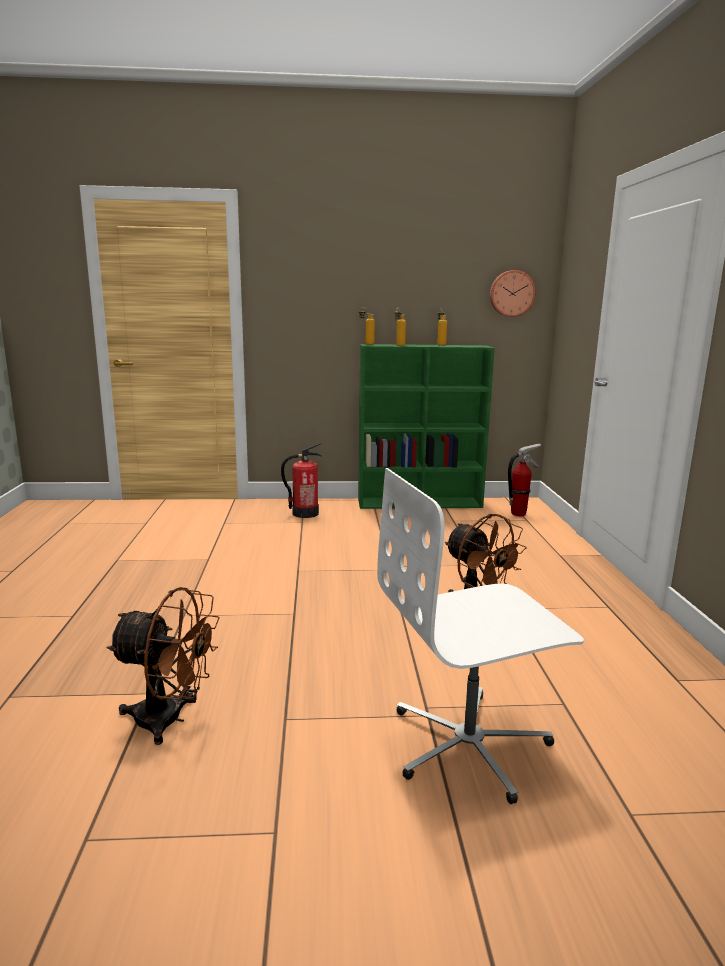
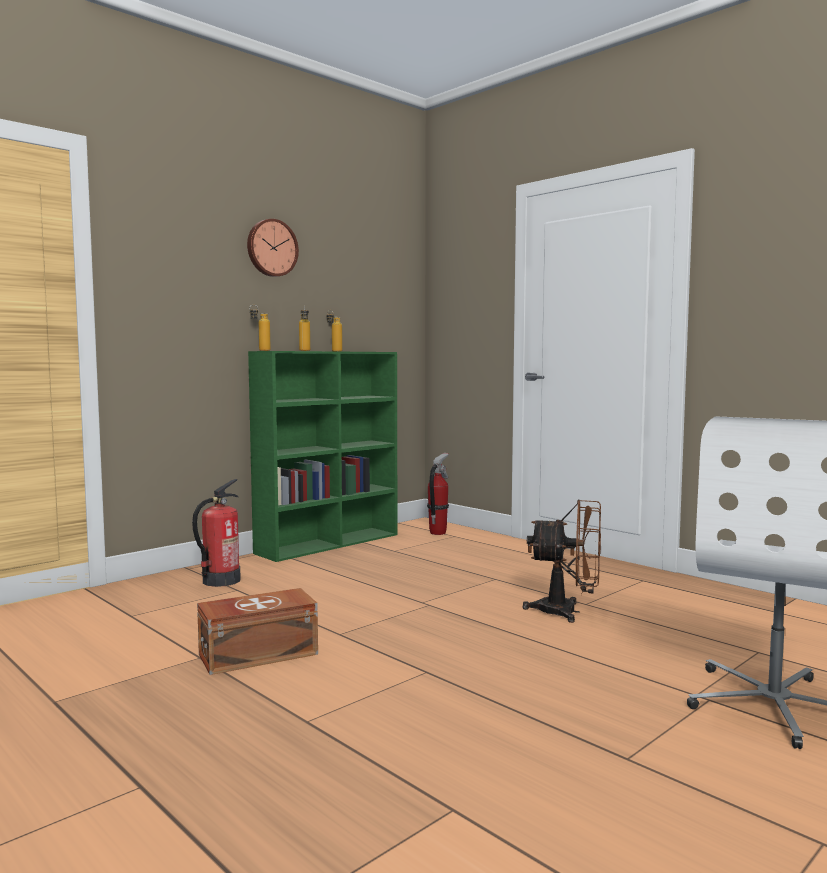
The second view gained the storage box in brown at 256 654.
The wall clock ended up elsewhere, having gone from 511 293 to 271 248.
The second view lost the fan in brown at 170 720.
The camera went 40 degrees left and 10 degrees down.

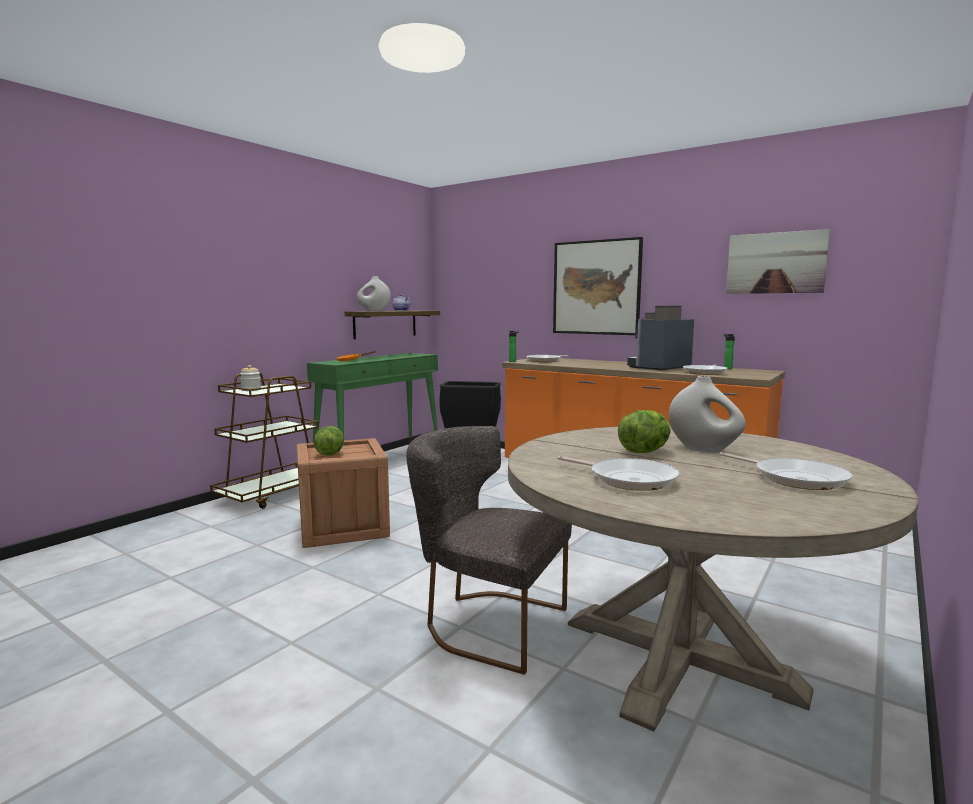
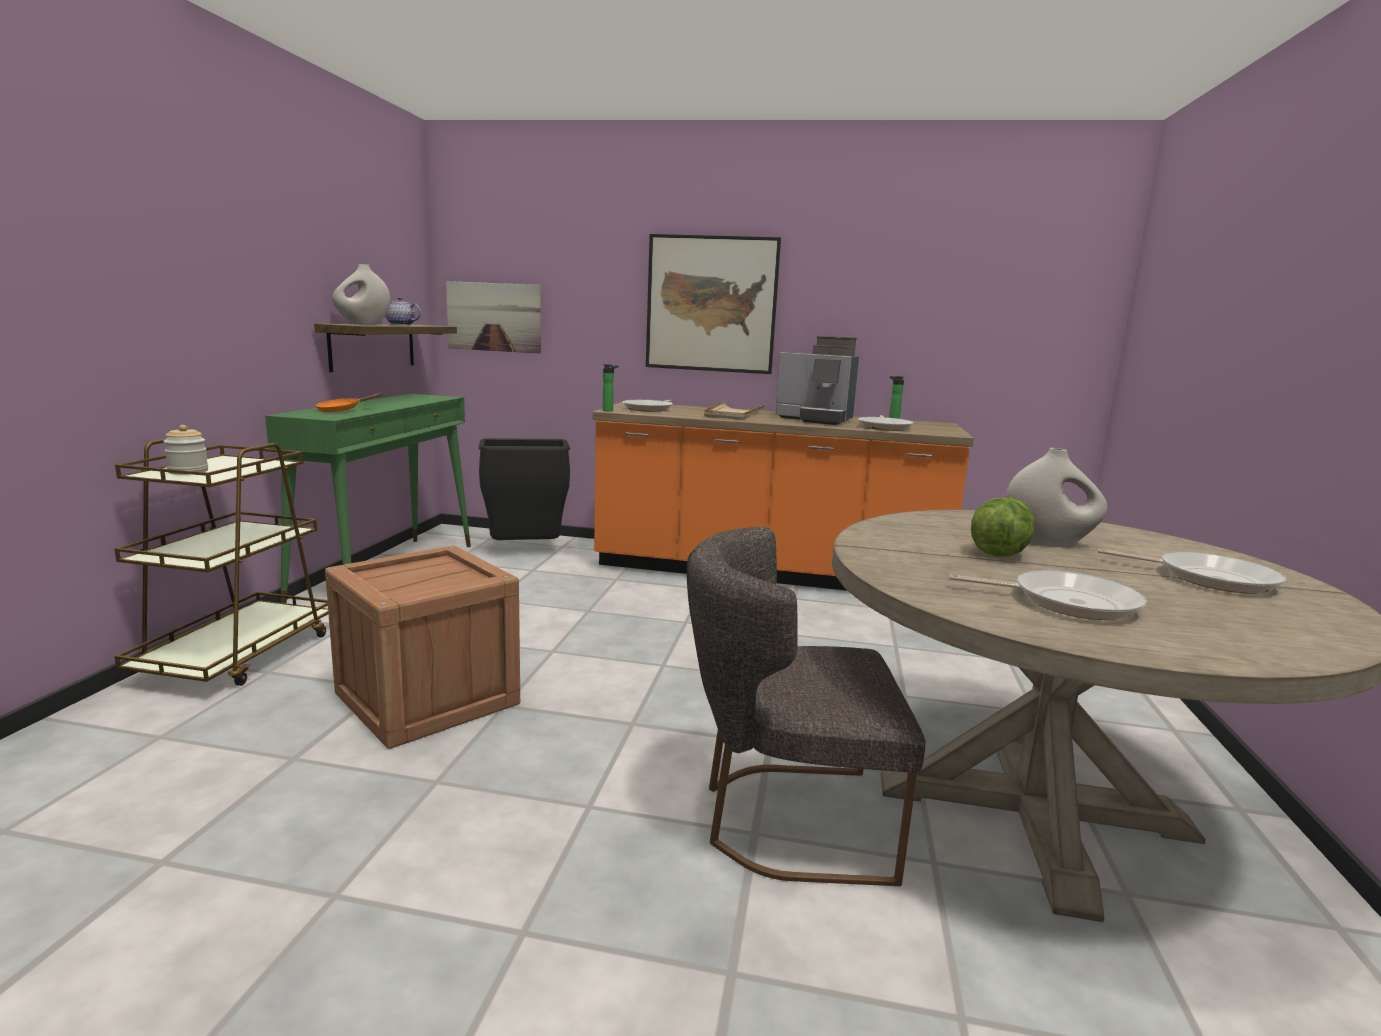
The picture ended up elsewhere, having gone from 775 263 to 494 317.
The second view gained the tray in beige at 734 414.
The coffee machine at 659 367 ended up facing another way, 90 degrees counterclockwise from before.
The second view lost the lettuce at 329 454.
The camera went 25 degrees left and 5 degrees up.

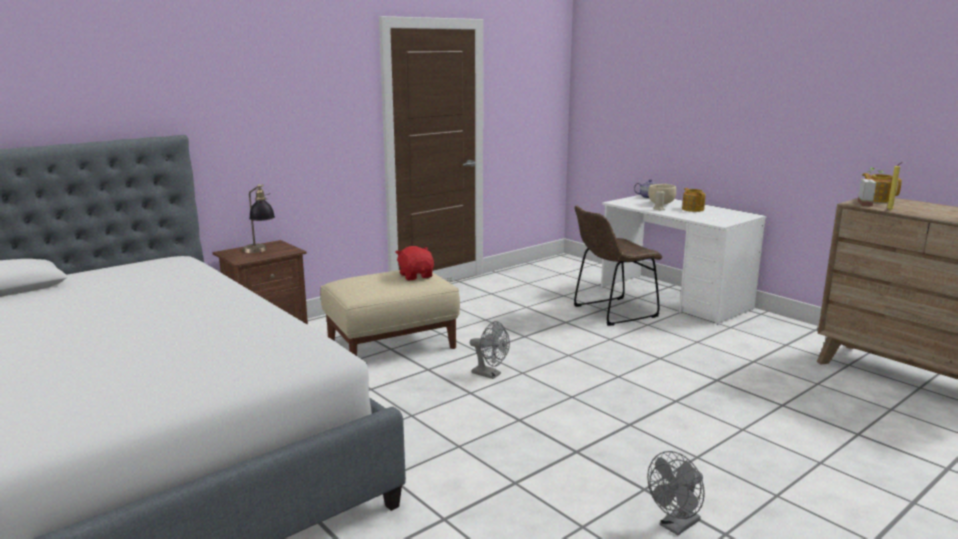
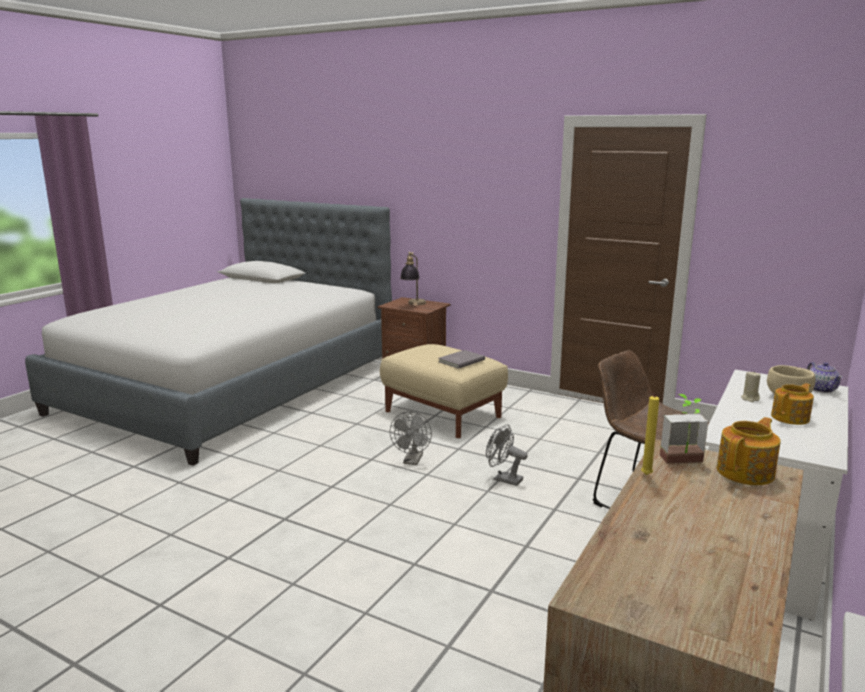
Where the plush toy in red stood at 416 276, the book in grey came to stand at 460 360.
The fan in grey ended up elsewhere, having gone from 676 526 to 503 479.
The camera went 70 degrees right and 0 degrees up.

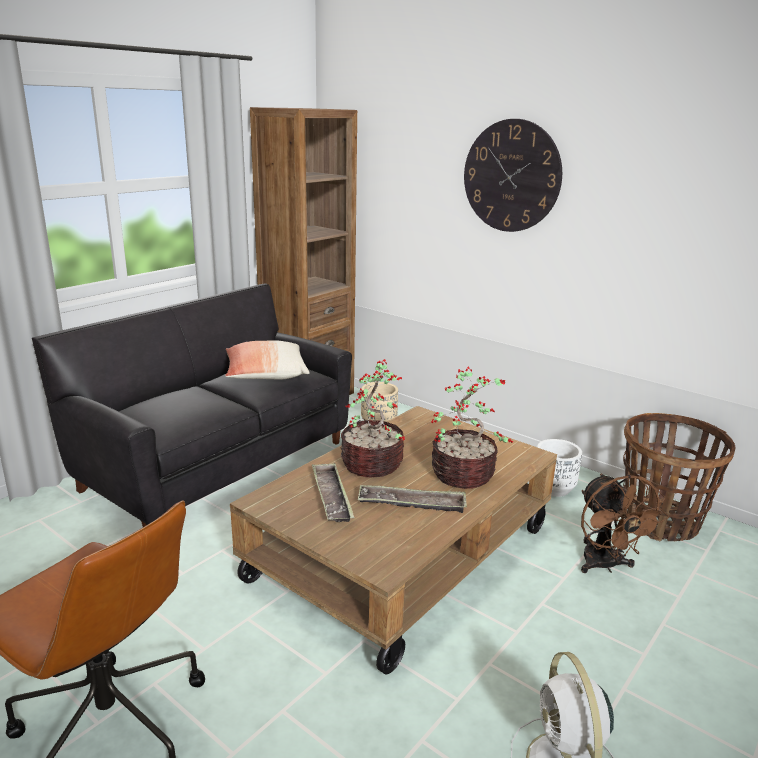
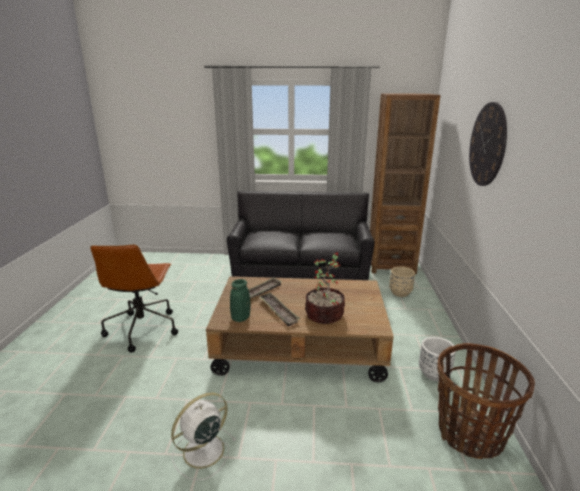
The second view gained the vase in green at 240 318.
The second view lost the pillow at 265 374.
The second view lost the potted plant at 373 465.
The second view lost the fan in brown at 605 566.
The camera went 55 degrees right and 0 degrees up.

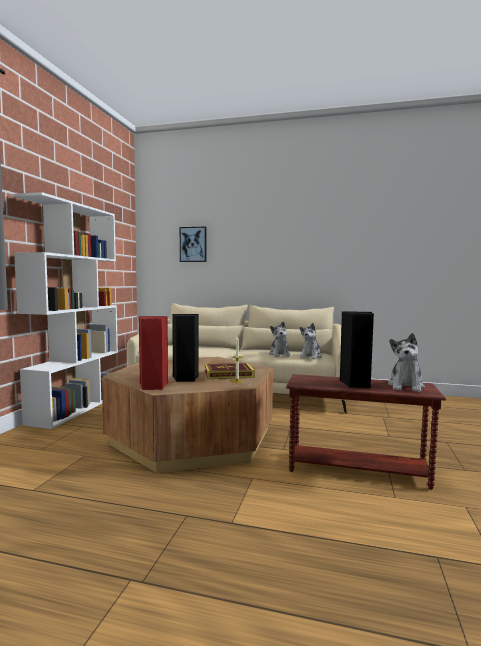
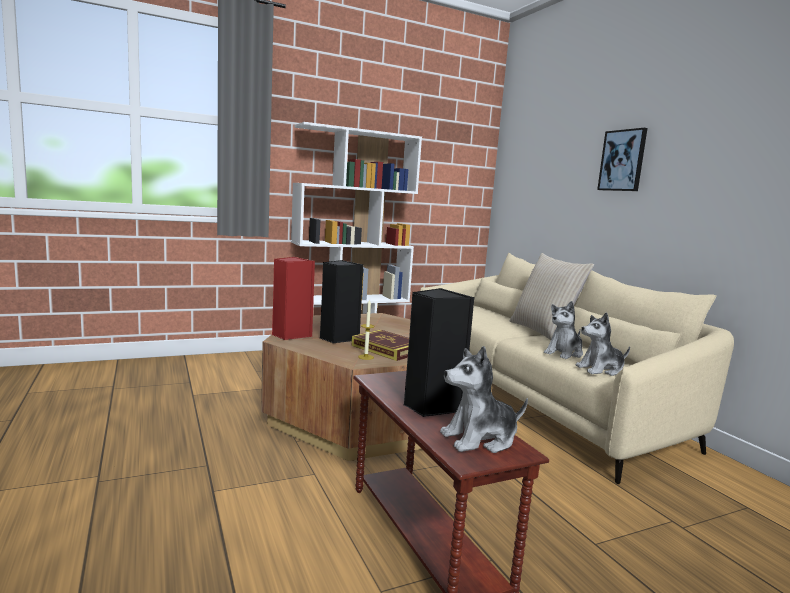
The second view gained the pillow in beige at 543 332.
The picture ended up elsewhere, having gone from 193 244 to 622 160.
The camera went 50 degrees right and 5 degrees up.

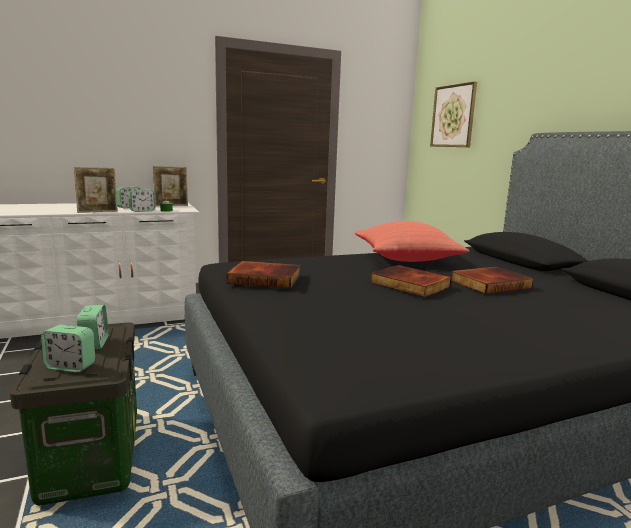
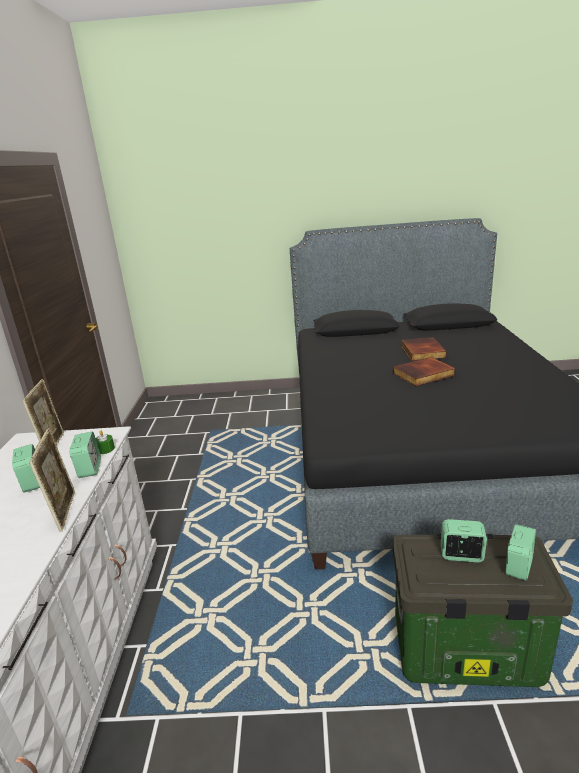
The second view lost the book at 265 278.
The second view lost the pillow in red at 407 260.
The second view lost the picture at 453 116.
The camera went 65 degrees left and 10 degrees up.

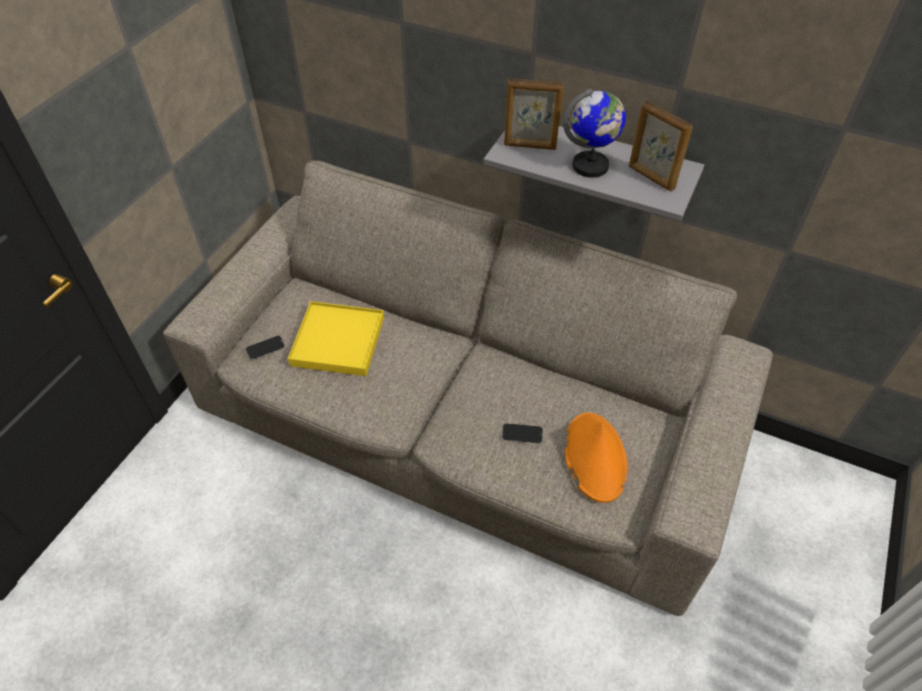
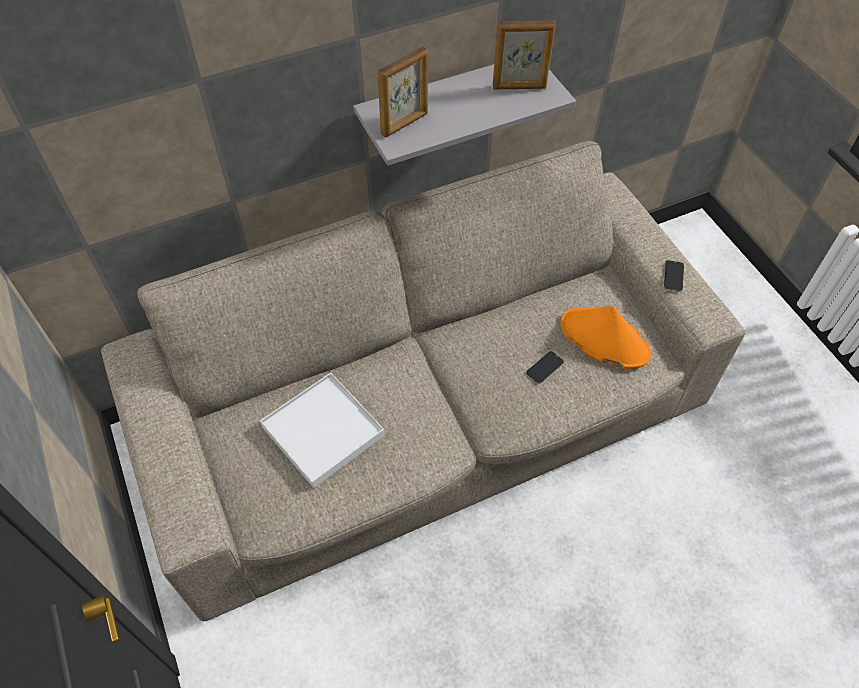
What was the tray in yellow at 338 341 turned into the tray in white at 322 431.
The phone ended up elsewhere, having gone from 265 348 to 673 276.
The second view lost the globe at 590 166.
The camera went 50 degrees left and 5 degrees up.

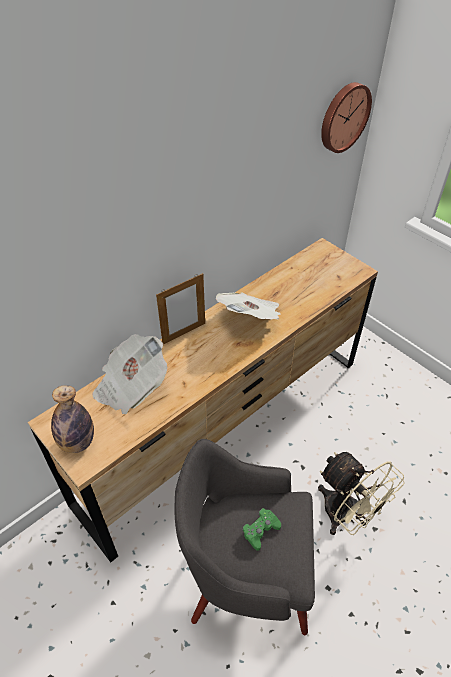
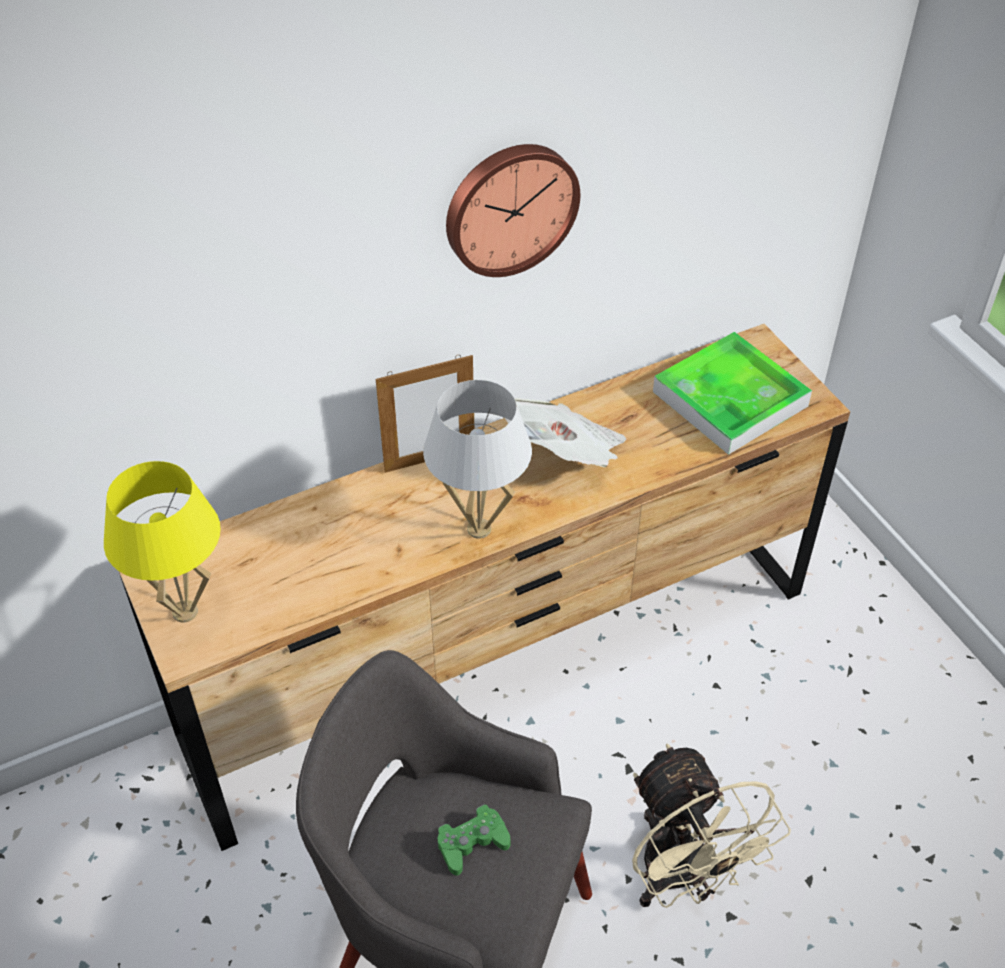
Where the bottle stood at 77 442, the table lamp in yellow came to stand at 185 611.
The second view gained the table lamp in white at 478 529.
The wall clock ended up elsewhere, having gone from 343 117 to 509 207.
The second view gained the tray at 730 399.
The second view lost the newspaper at 131 386.
The camera went 15 degrees right and 0 degrees up.

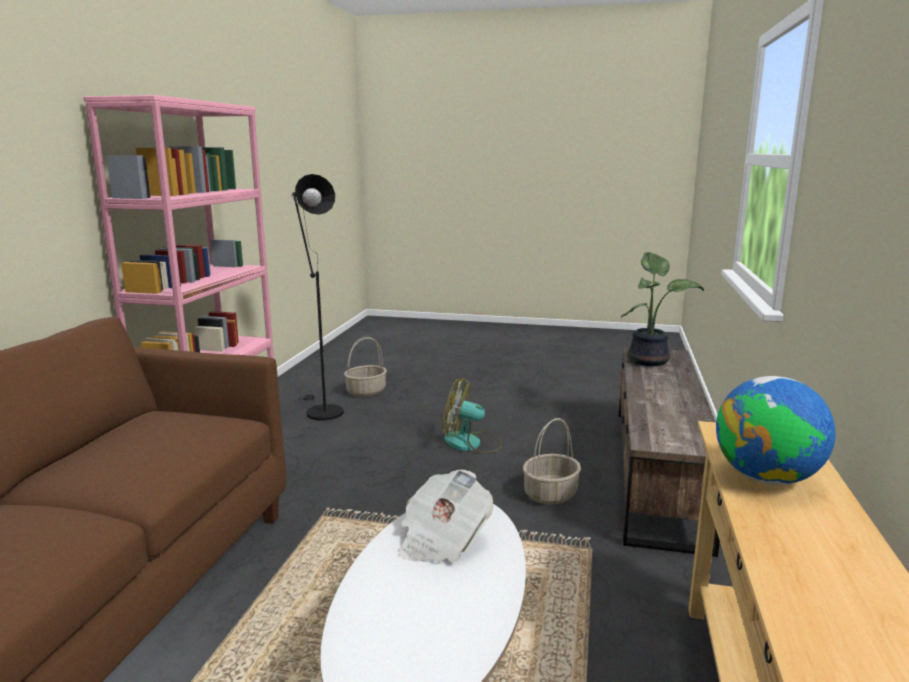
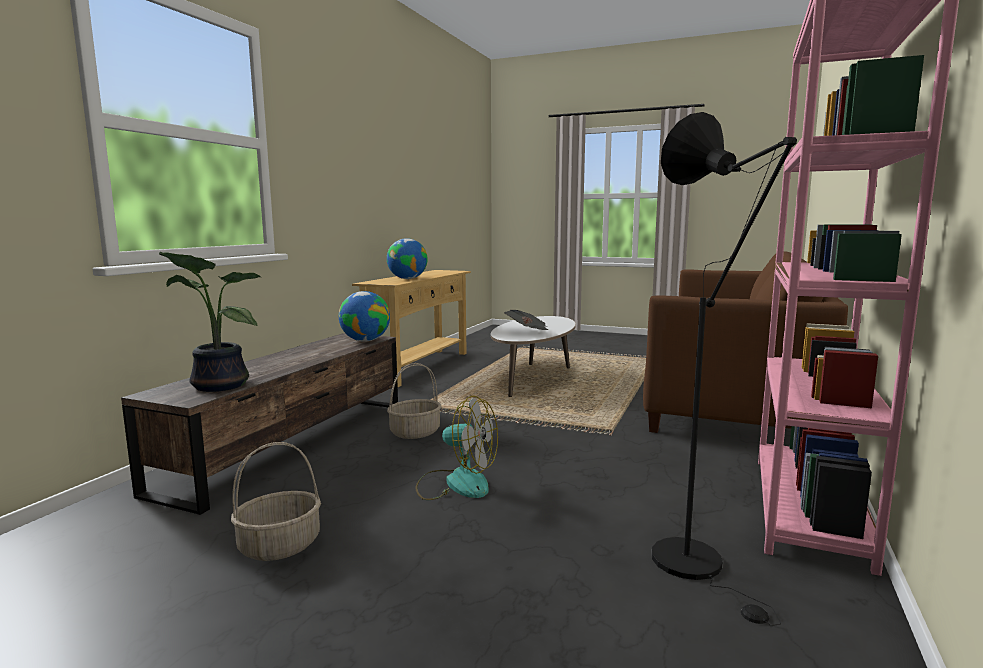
The basket ended up elsewhere, having gone from 366 392 to 279 546.
The second view gained the globe at 365 340.
The camera went 170 degrees left and 5 degrees down.

